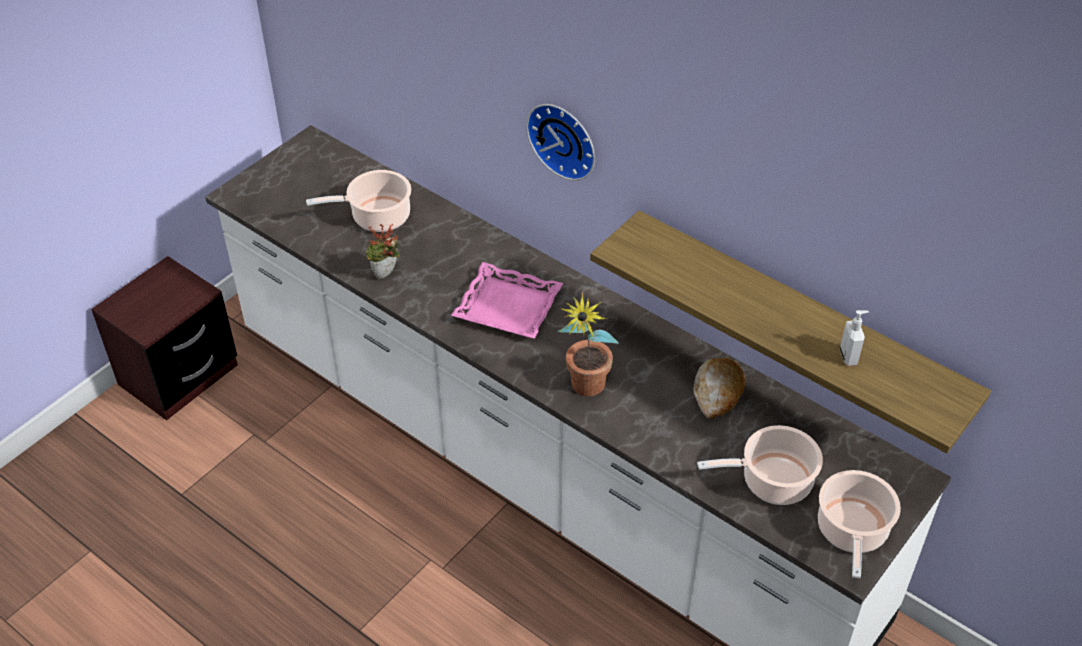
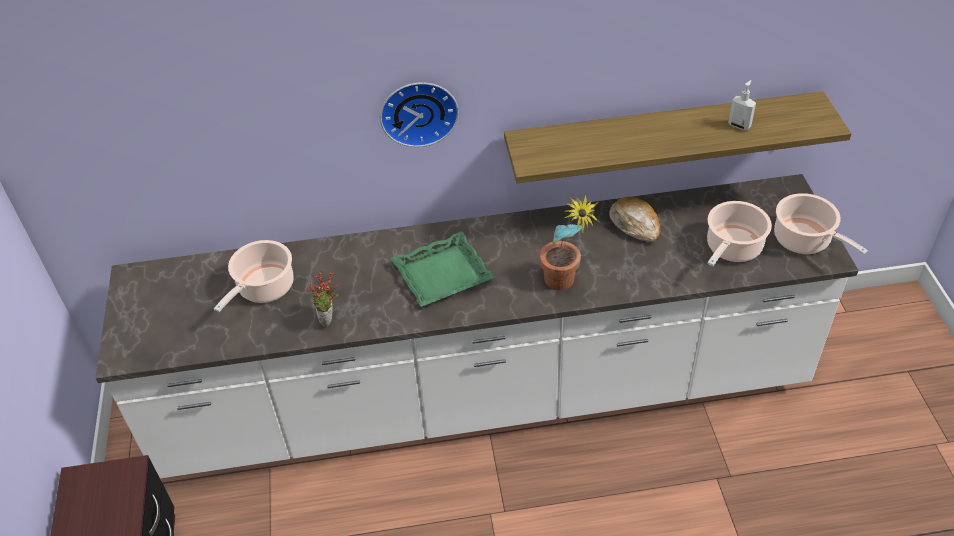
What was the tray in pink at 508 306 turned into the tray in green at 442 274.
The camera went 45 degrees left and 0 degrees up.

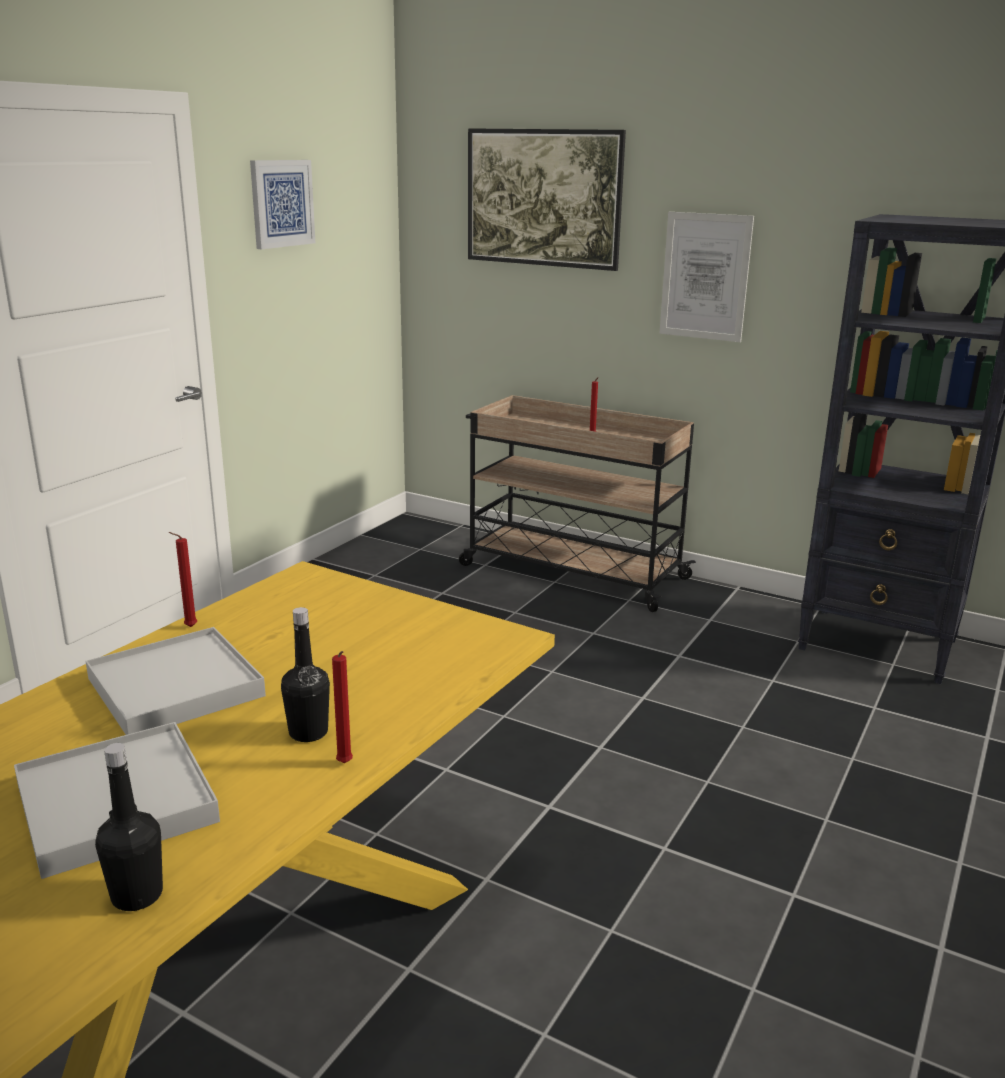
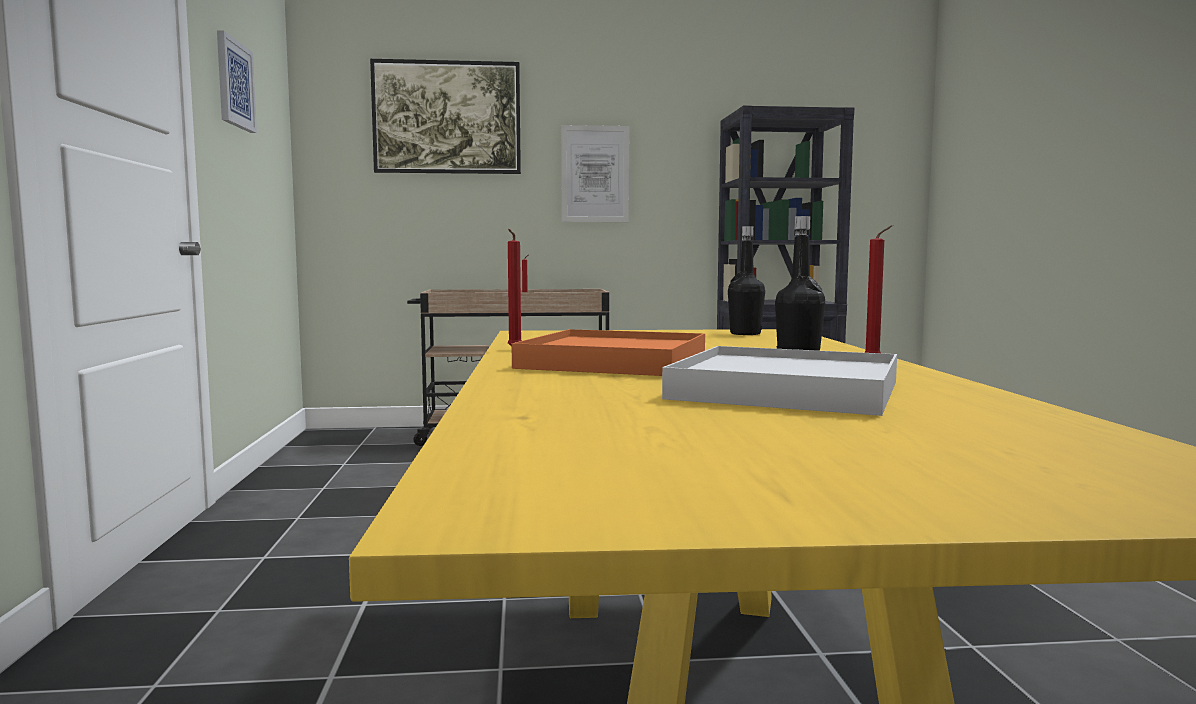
What was the tray in white at 175 688 turned into the tray in orange at 614 362.
The bottle in black ended up elsewhere, having gone from 137 895 to 745 334.
The camera went 35 degrees left and 15 degrees down.

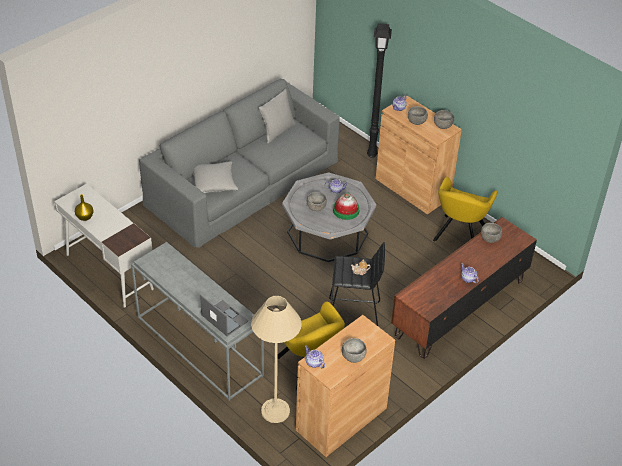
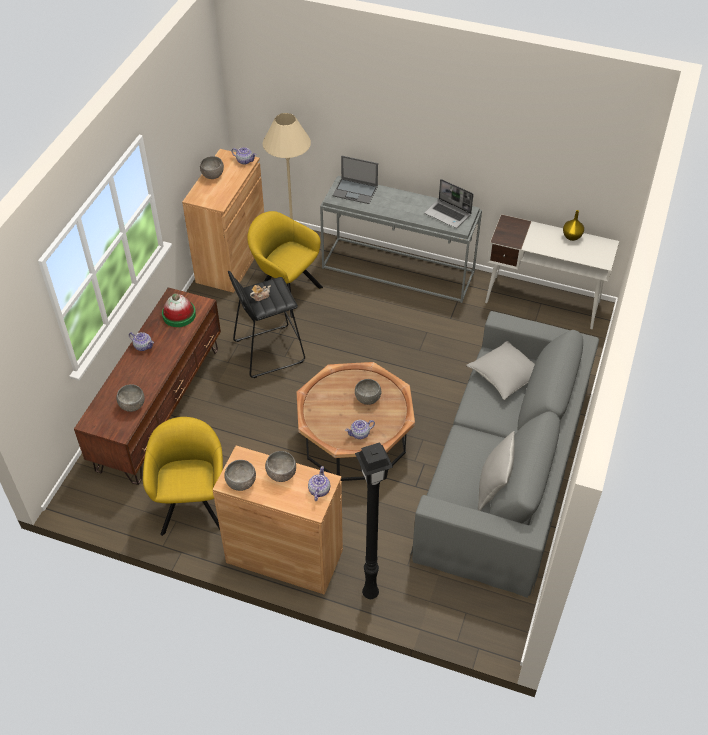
The hat ended up elsewhere, having gone from 346 210 to 179 315.
What was the coffee table in grey at 327 233 turned into the coffee table in brown at 355 439.
The second view gained the laptop at 448 214.
The camera went 155 degrees right and 5 degrees up.

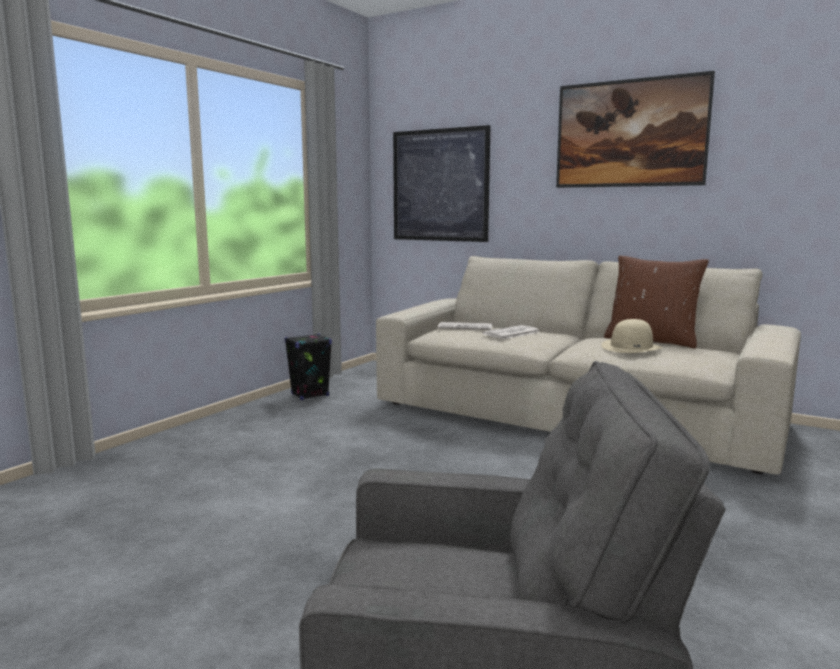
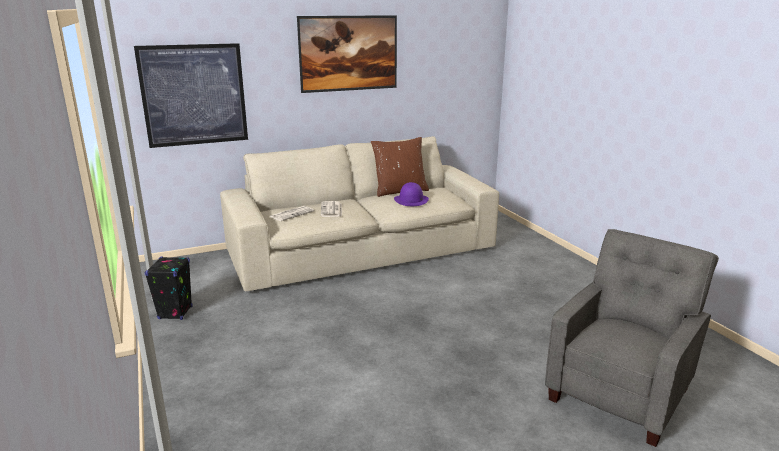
What was the hat in beige at 631 347 turned into the hat in purple at 411 200.
The camera went 55 degrees left and 10 degrees up.

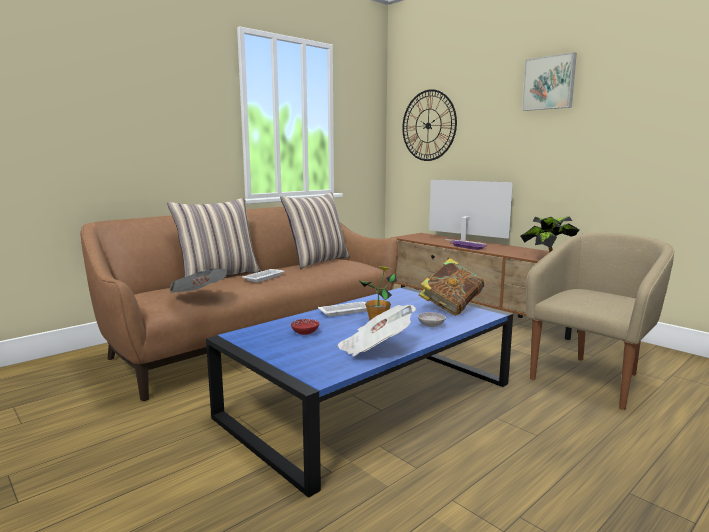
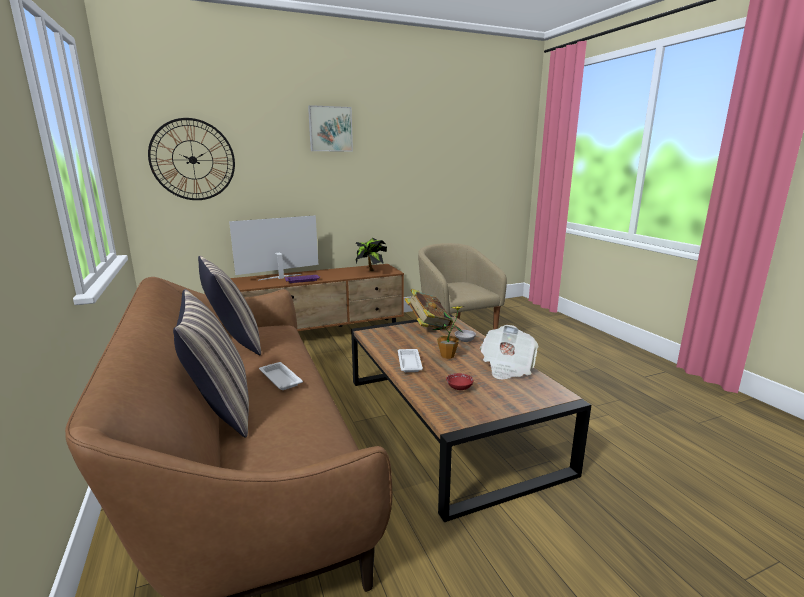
What was the coffee table in blue at 370 399 turned into the coffee table in brown at 446 421.
The second view lost the newspaper at 199 296.
The camera went 70 degrees left and 5 degrees up.

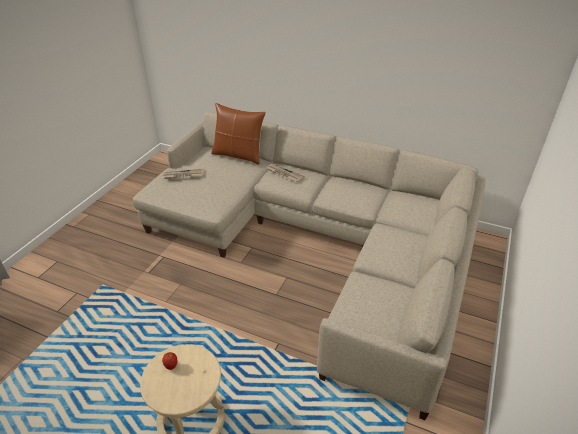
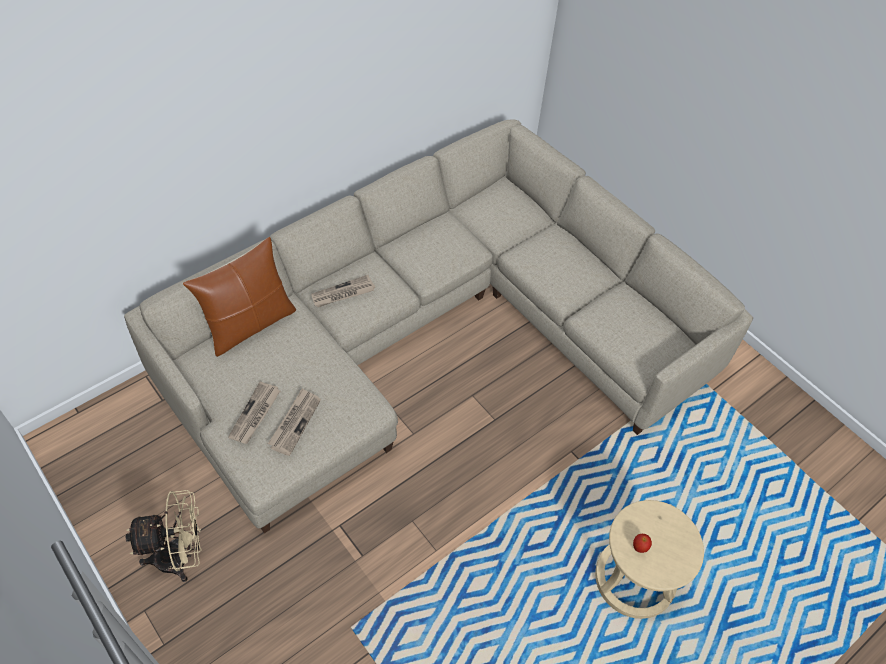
The second view gained the fan in beige at 181 557.
The second view gained the newspaper at 295 422.
The camera went 65 degrees left and 15 degrees up.

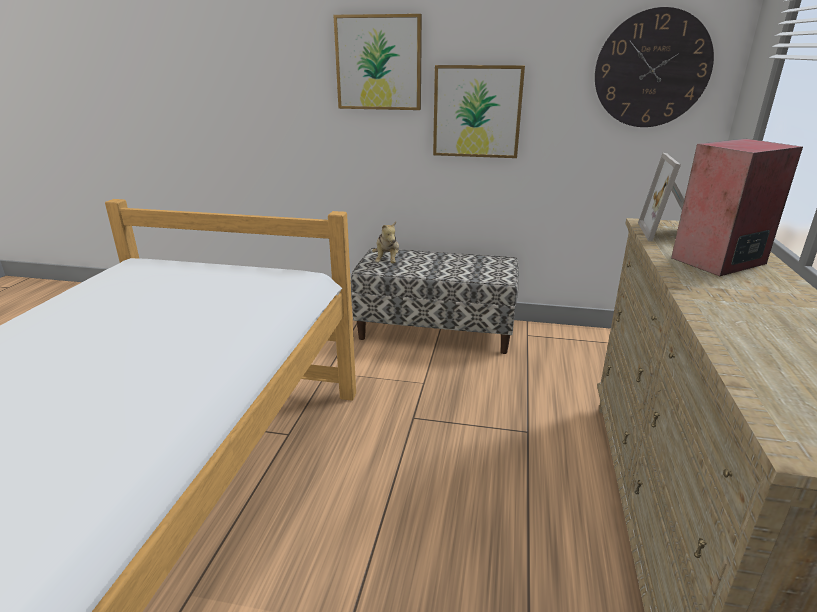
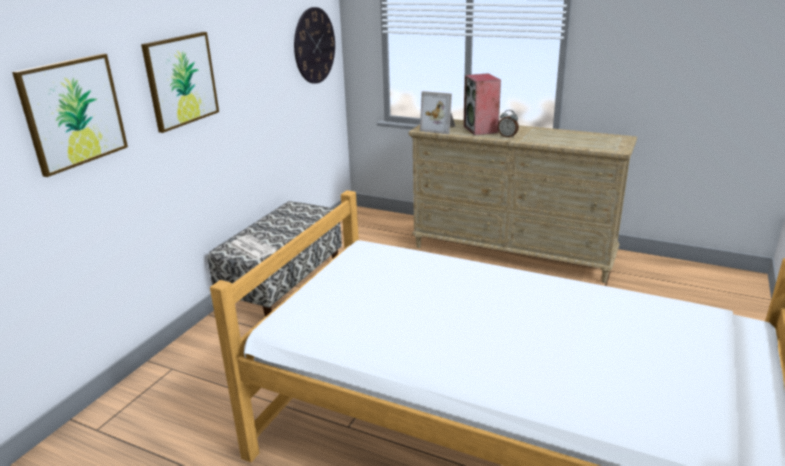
The picture ended up elsewhere, having gone from 477 112 to 73 113.
Where the plush toy stood at 387 261, the newspaper came to stand at 252 248.
The second view gained the alarm clock at 507 136.
The camera went 75 degrees left and 0 degrees up.

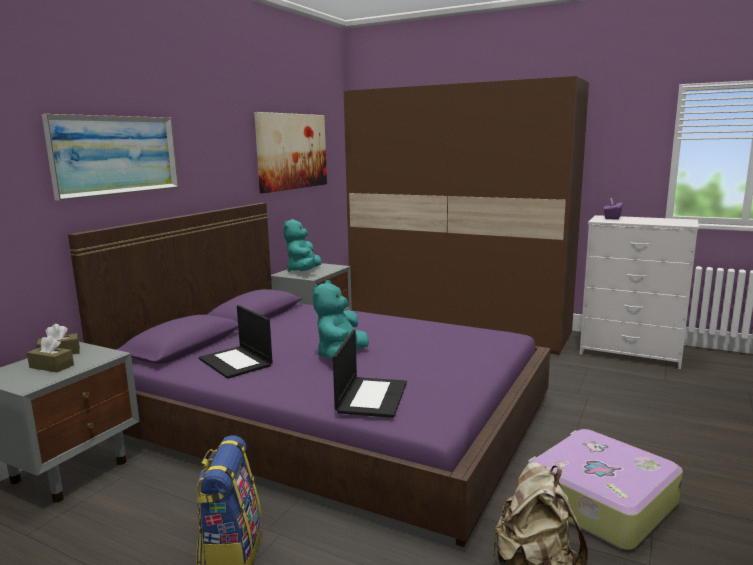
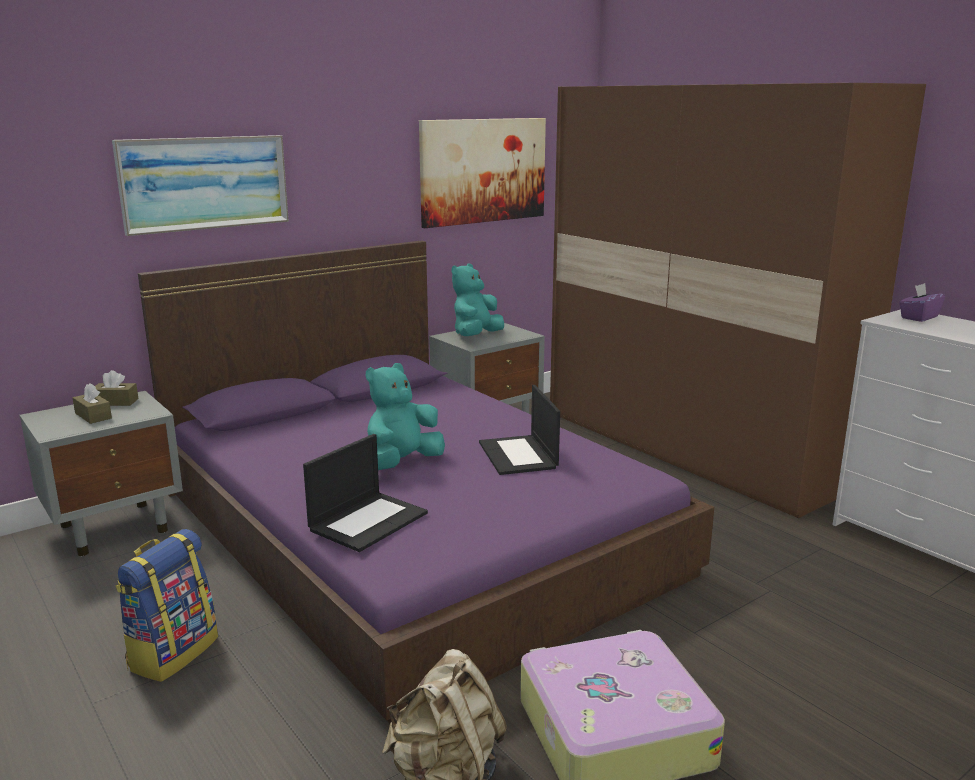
The laptop ended up elsewhere, having gone from 236 362 to 519 455.
The camera went 25 degrees right and 5 degrees up.

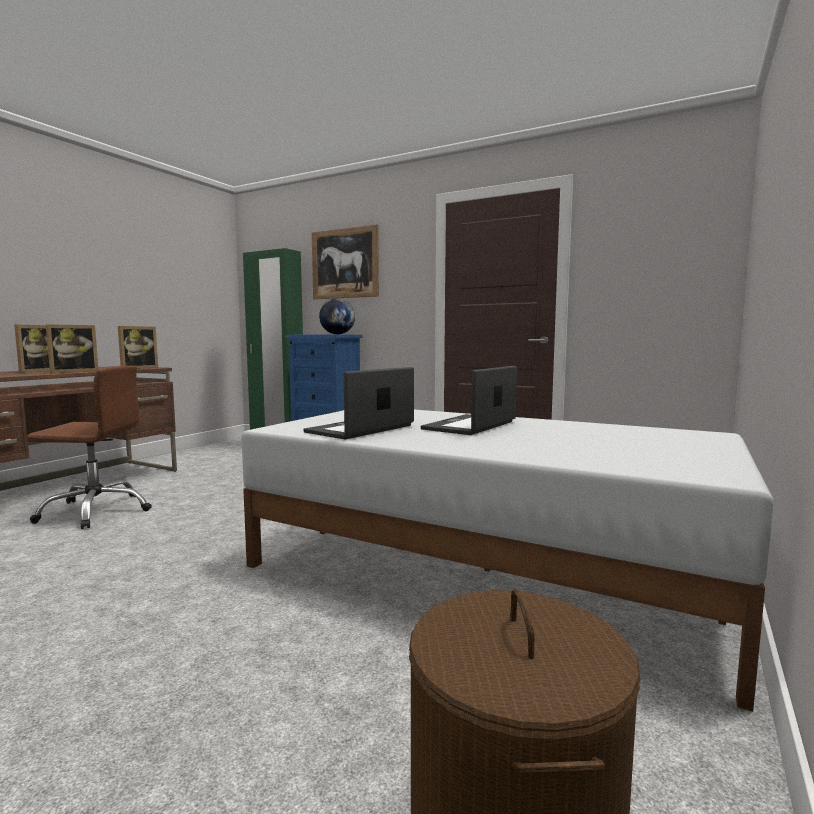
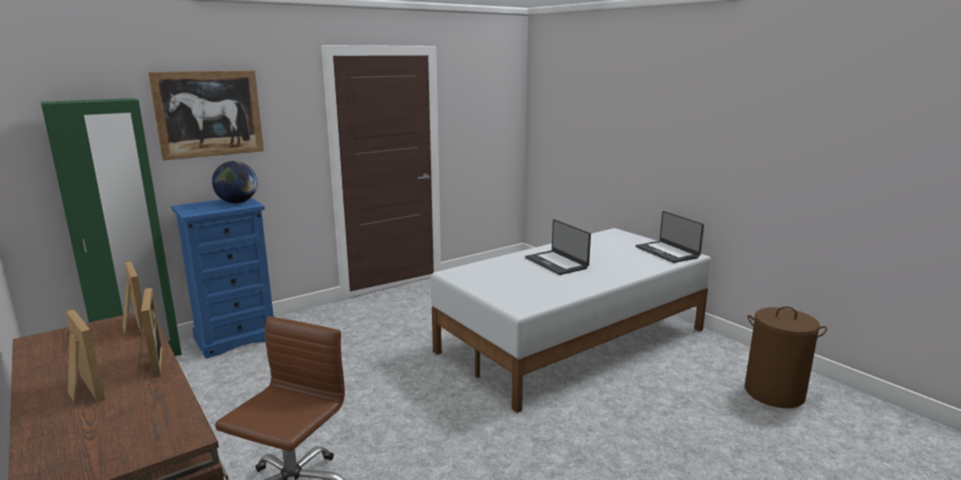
The laptop ended up elsewhere, having gone from 361 429 to 667 252.
The camera went 65 degrees left and 10 degrees up.

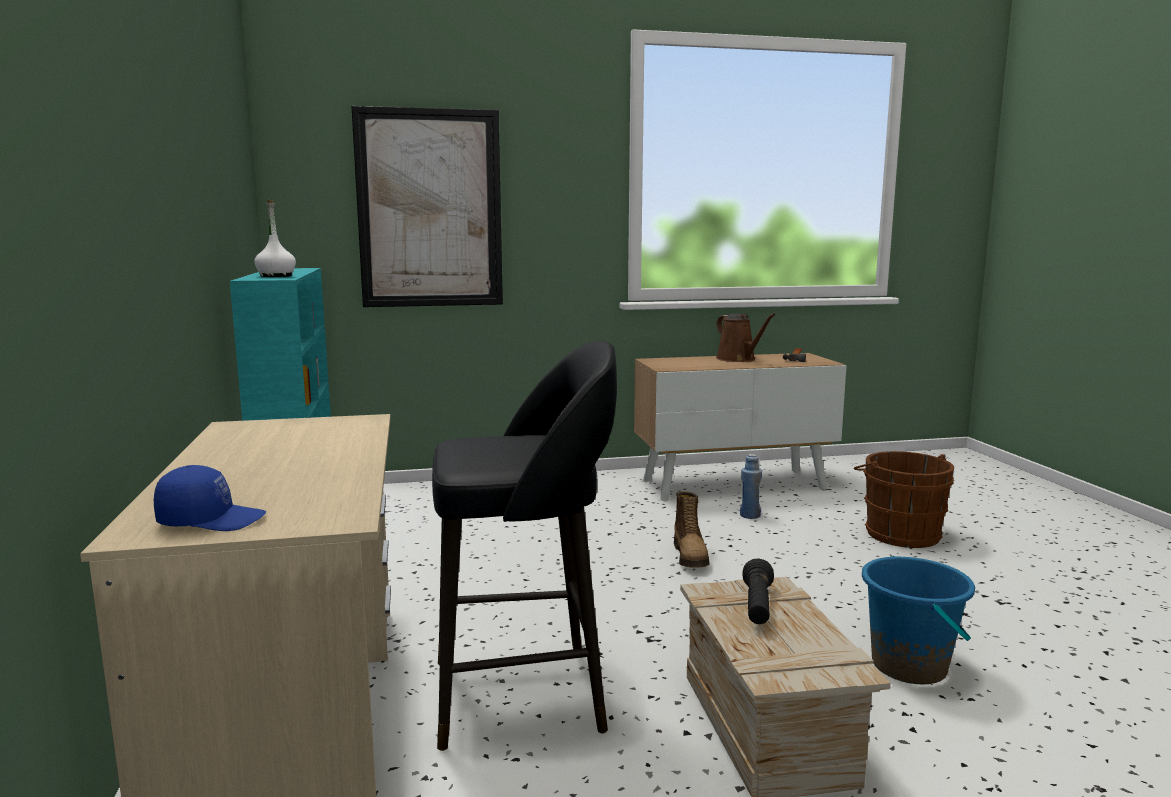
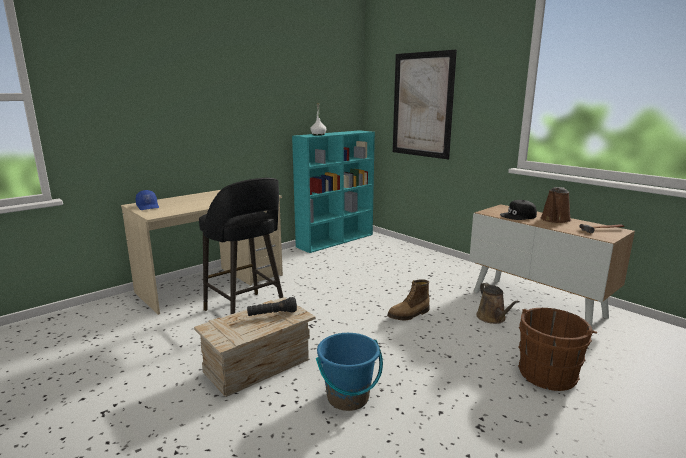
Where the bottle in blue stood at 750 515, the watering can in brown came to stand at 492 318.
The second view gained the cap in black at 518 216.
The camera went 60 degrees right and 5 degrees up.

